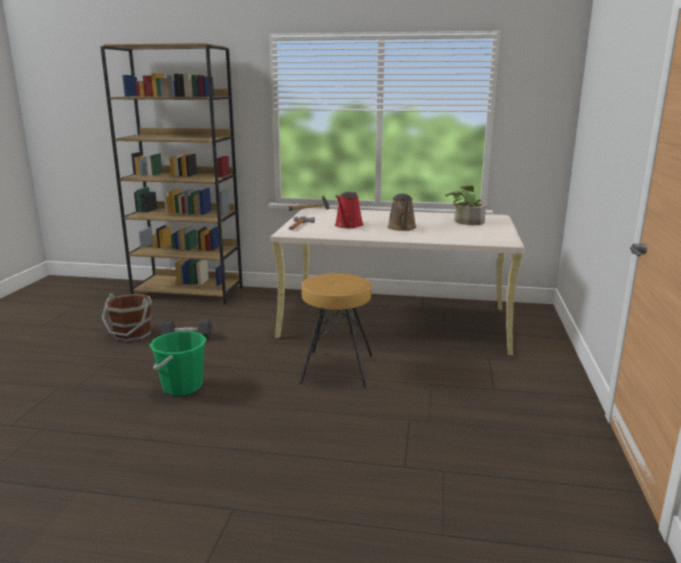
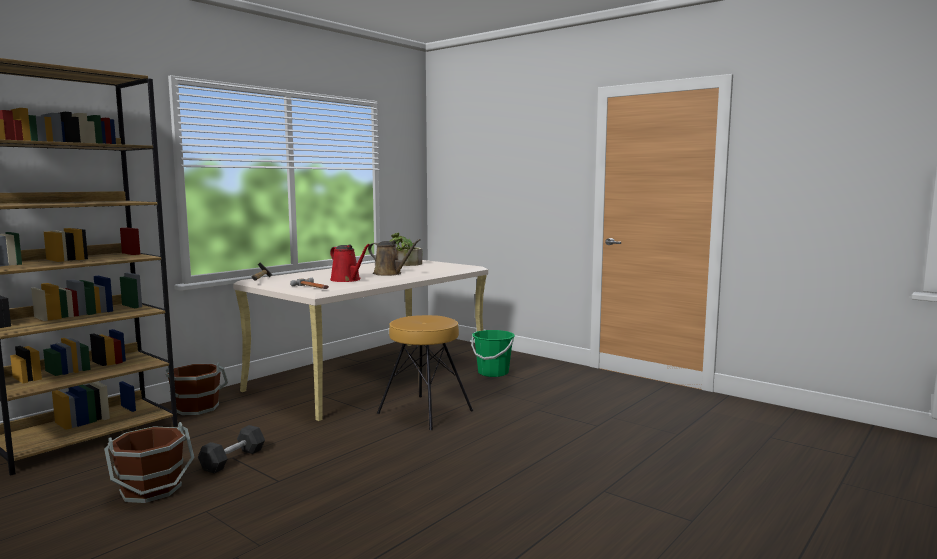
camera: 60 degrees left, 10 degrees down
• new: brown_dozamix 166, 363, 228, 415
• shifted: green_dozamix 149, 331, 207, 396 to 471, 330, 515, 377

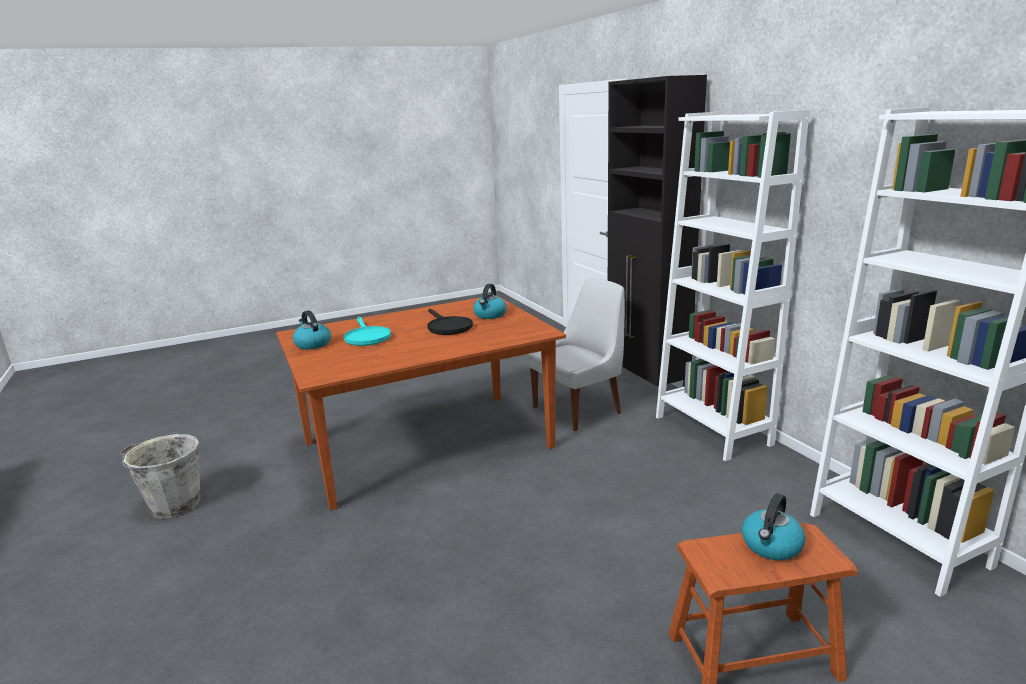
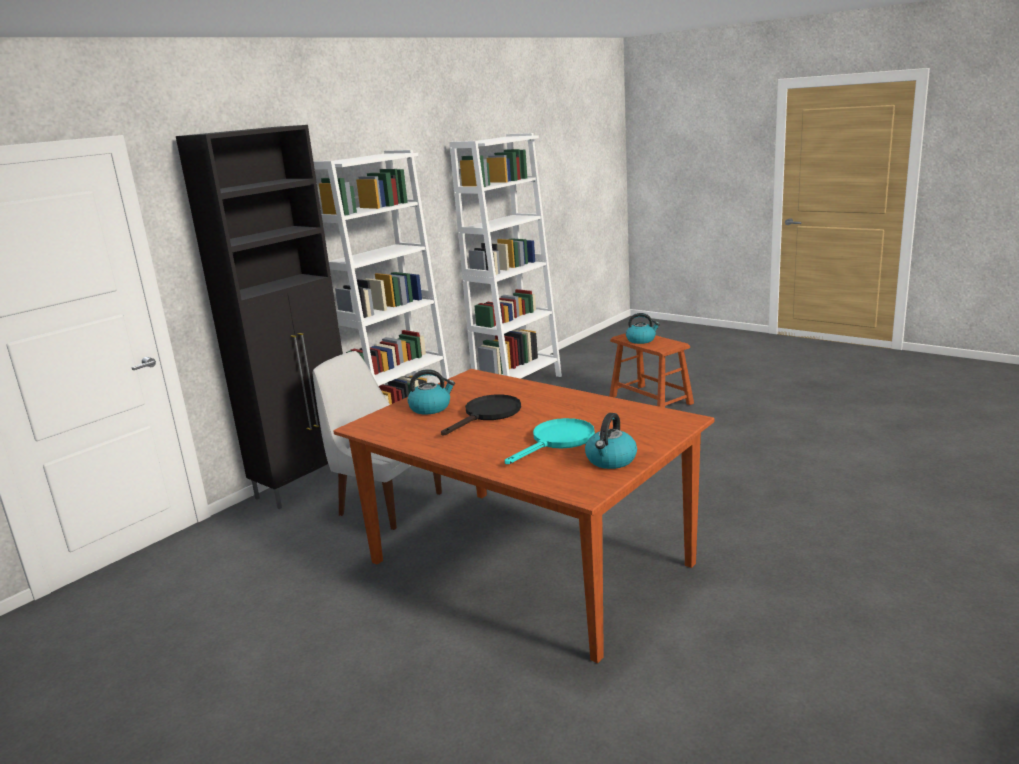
camera: 115 degrees left, 0 degrees up
• gone: grey_dozamix 119, 432, 201, 519

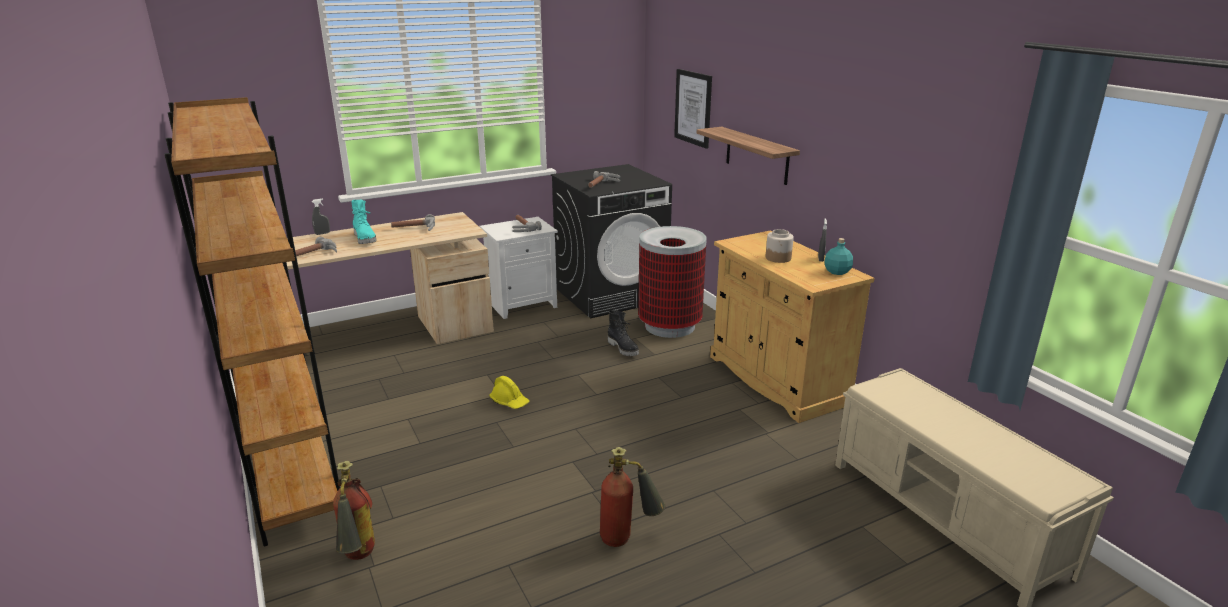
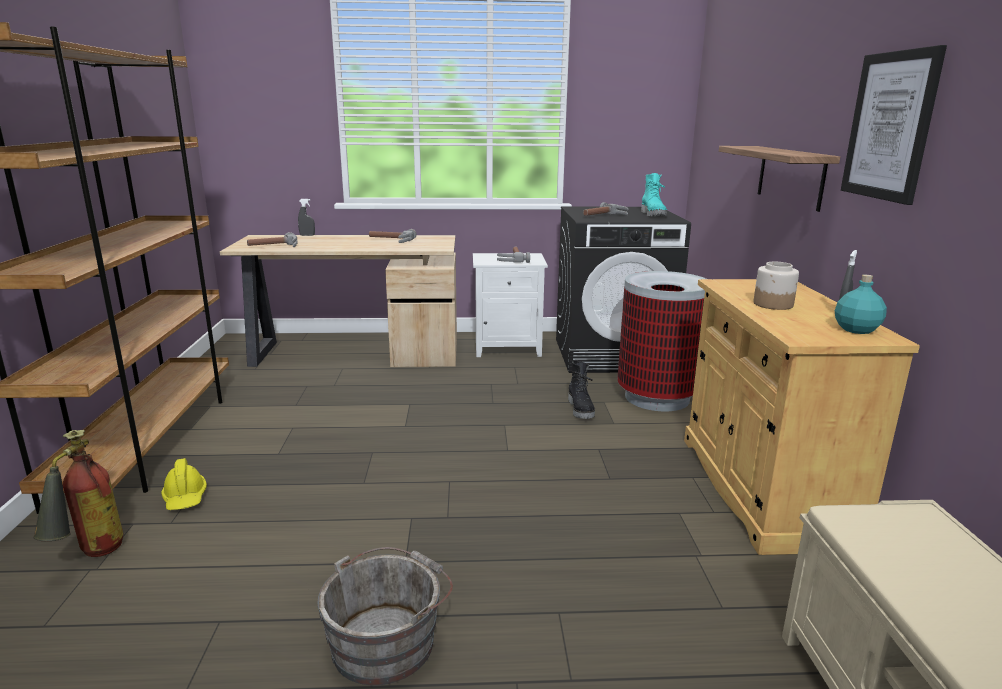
camera: 25 degrees right, 5 degrees down
• shifted: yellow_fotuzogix 489, 376, 530, 409 to 161, 458, 207, 510
• swapped: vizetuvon 600, 447, 665, 547 to grey_dozamix 317, 547, 453, 685
• shifted: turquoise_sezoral 351, 200, 377, 244 to 641, 173, 667, 216
• shifted: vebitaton 674, 69, 712, 149 to 841, 45, 947, 205

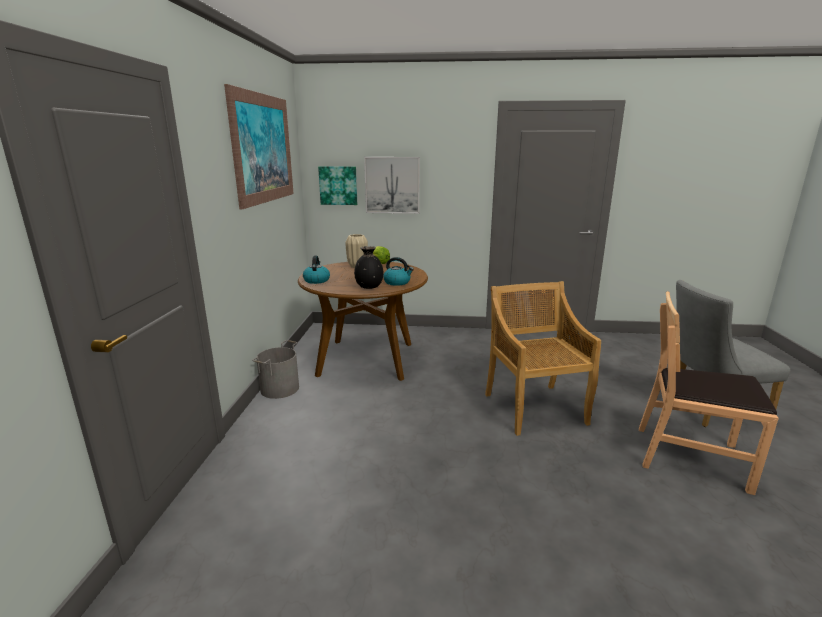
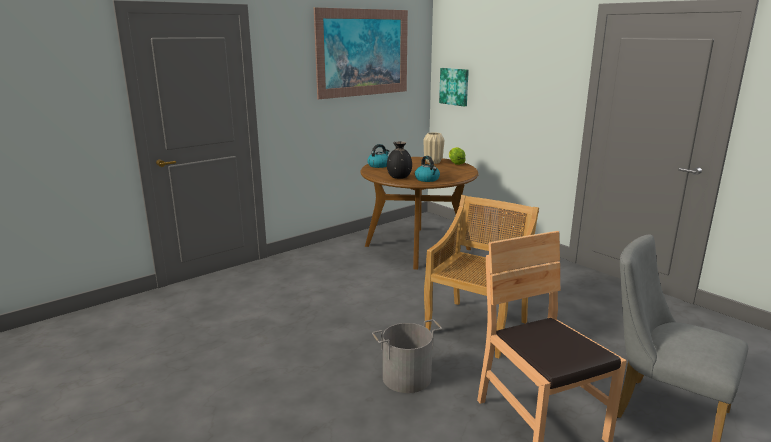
camera: 45 degrees right, 0 degrees up
• shifted: grey_dozamix 252, 340, 299, 399 to 372, 319, 442, 393
• gone: vebitaton 364, 157, 420, 214

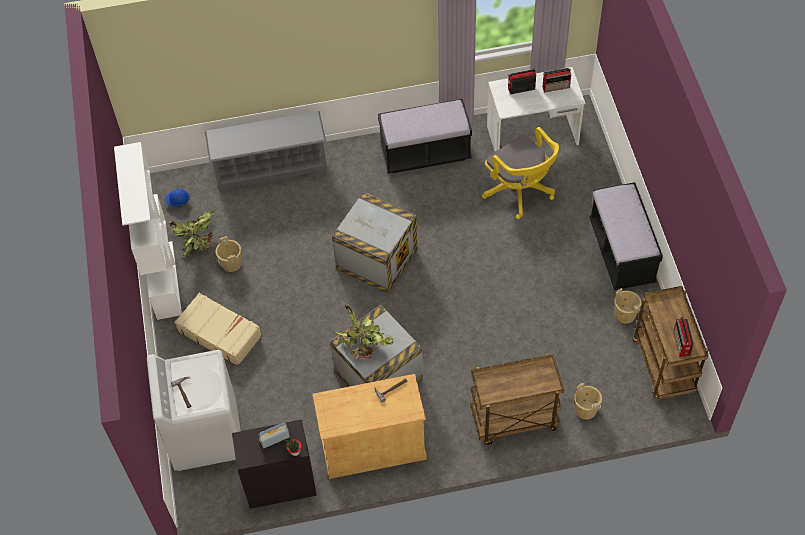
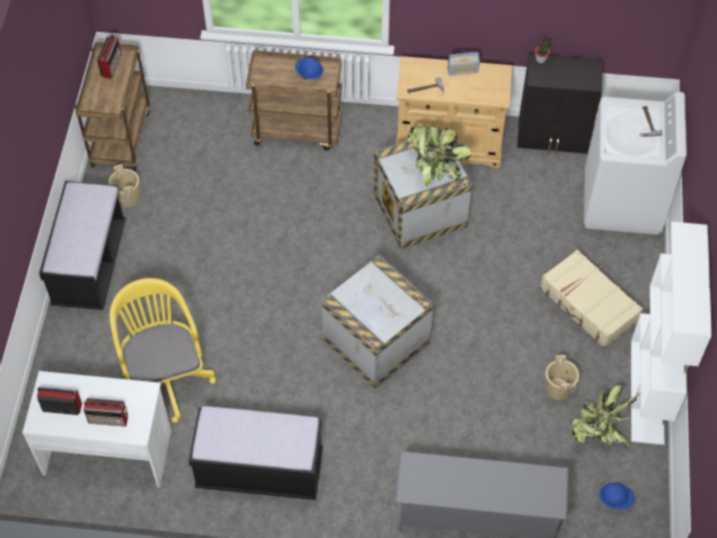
camera: 165 degrees left, 0 degrees up
• new: blue_fotuzogix 295, 58, 323, 79
• shifted: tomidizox 258, 422, 290, 448 to 448, 52, 480, 75
• gone: beige_dozamix 574, 383, 602, 419

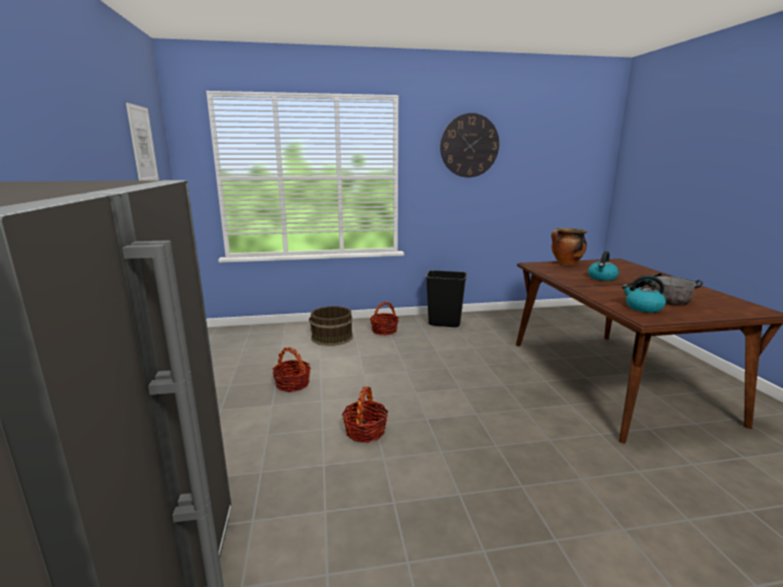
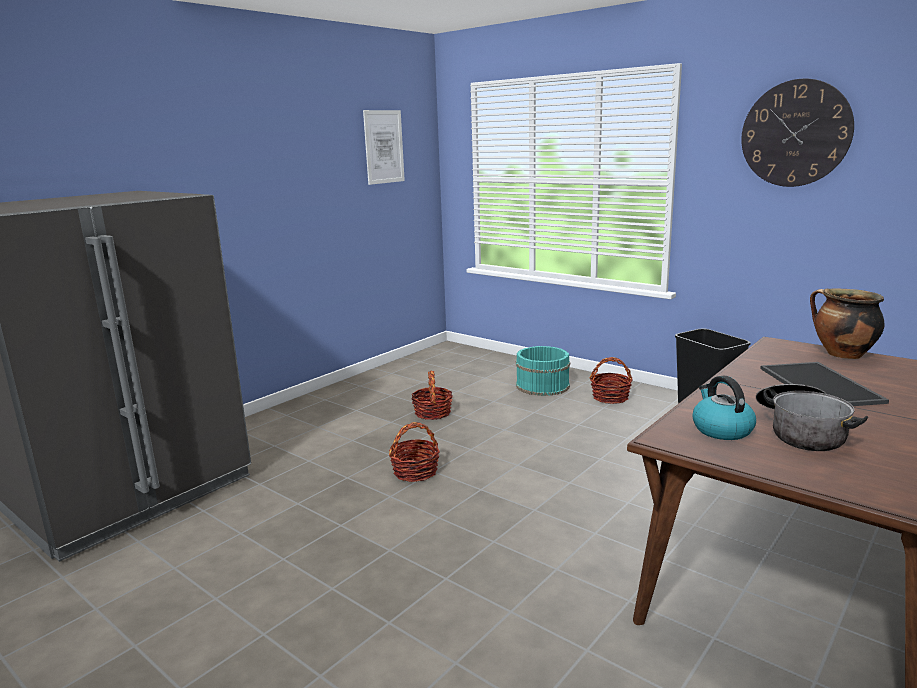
camera: 50 degrees right, 0 degrees up
• repainted: brown_dozamix 309, 306, 353, 346 to turquoise_dozamix 516, 346, 570, 396
• swapped: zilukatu 588, 251, 619, 281 to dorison 760, 362, 889, 406

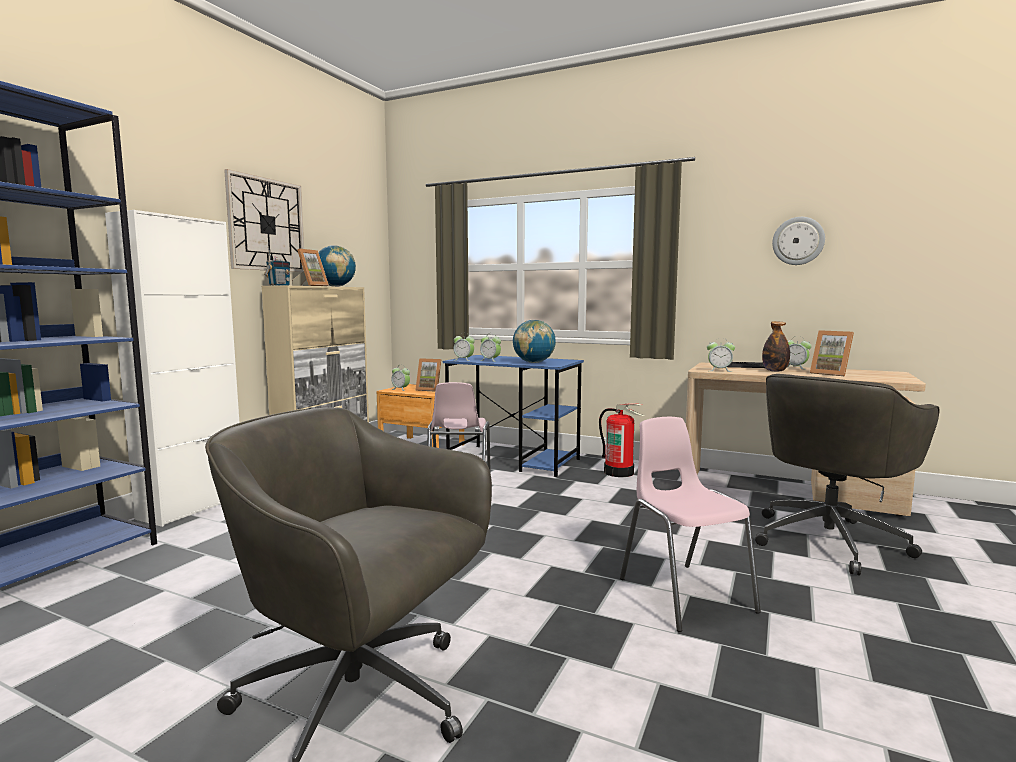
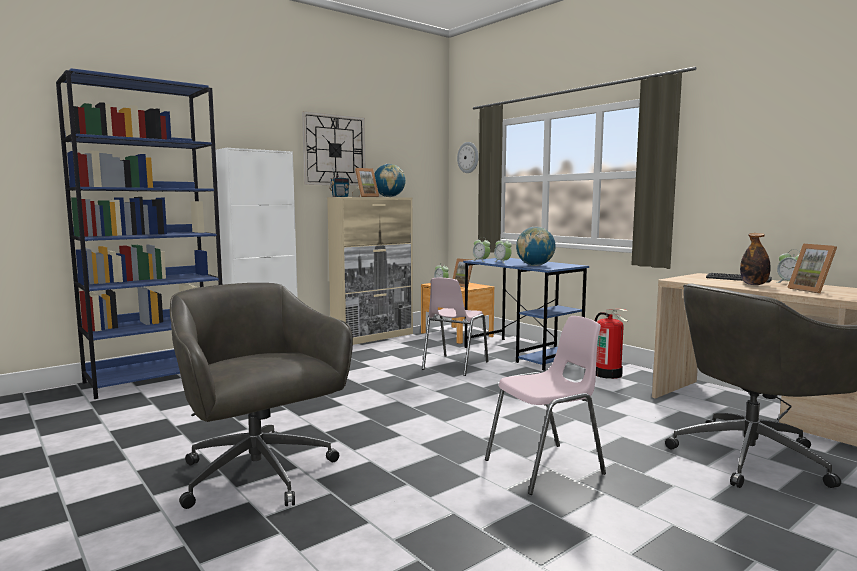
camera: 25 degrees right, 0 degrees up
• shifted: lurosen 772, 217, 825, 265 to 457, 142, 479, 173
• rotated: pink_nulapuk 620, 417, 761, 632 = 485, 316, 606, 495 60 degrees clockwise
• gone: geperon 707, 338, 735, 372

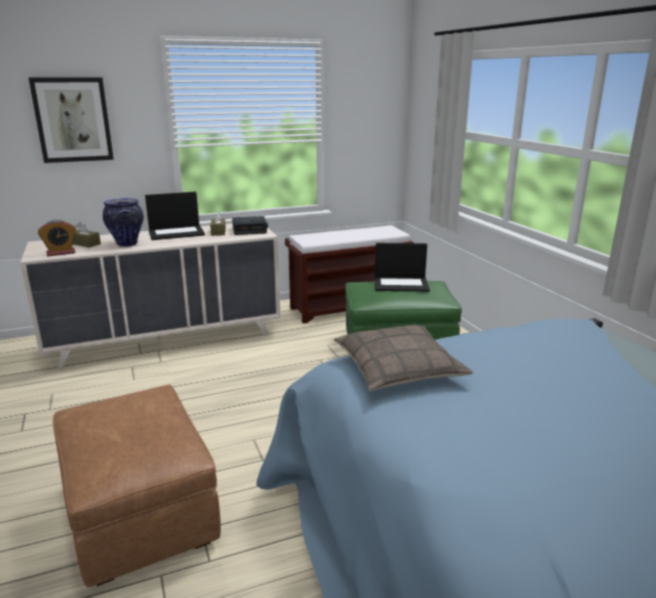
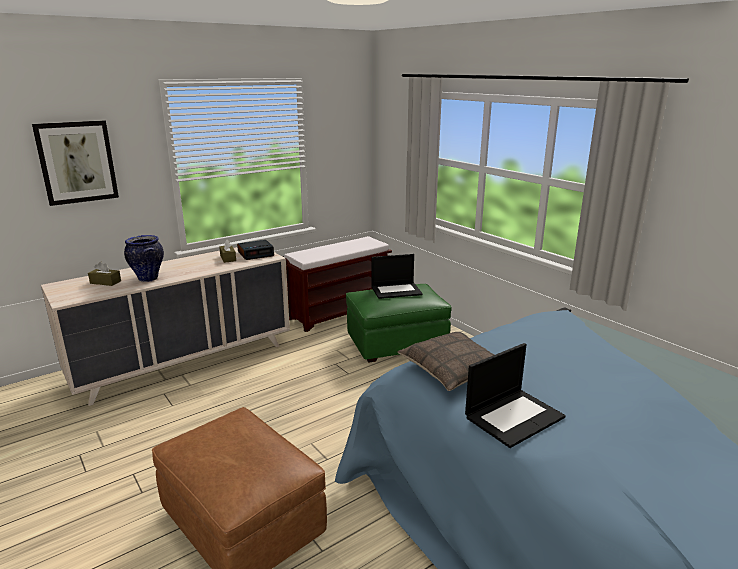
camera: 15 degrees left, 0 degrees up
• shifted: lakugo 145, 192, 205, 240 to 465, 343, 566, 448
• gone: geperon 38, 220, 76, 257

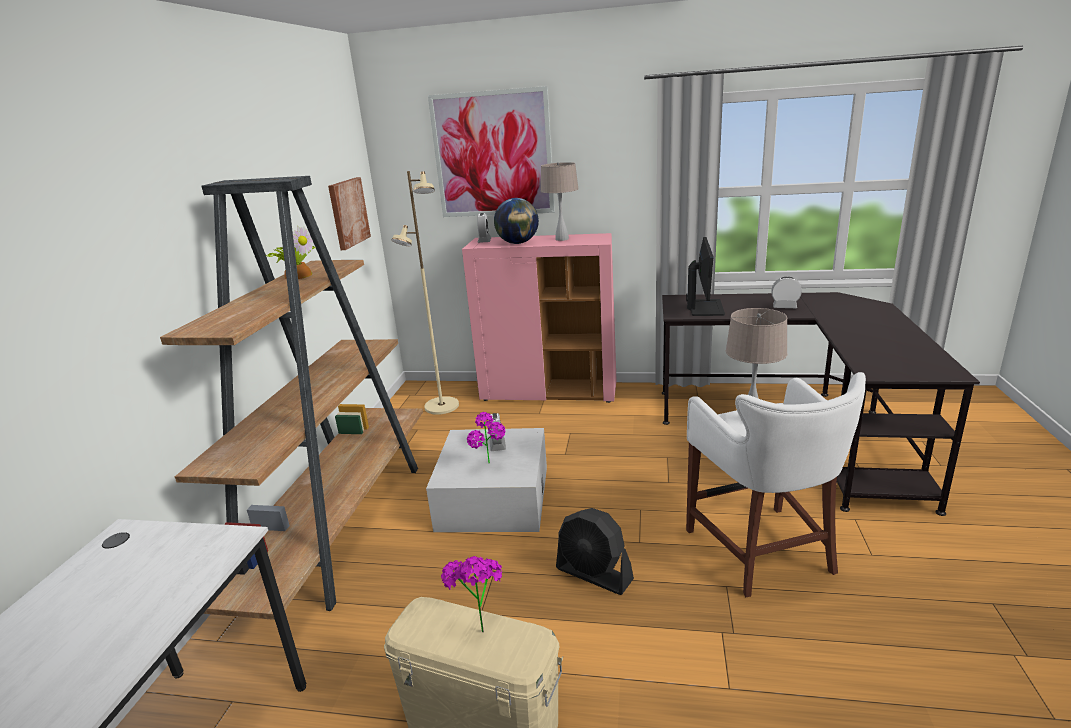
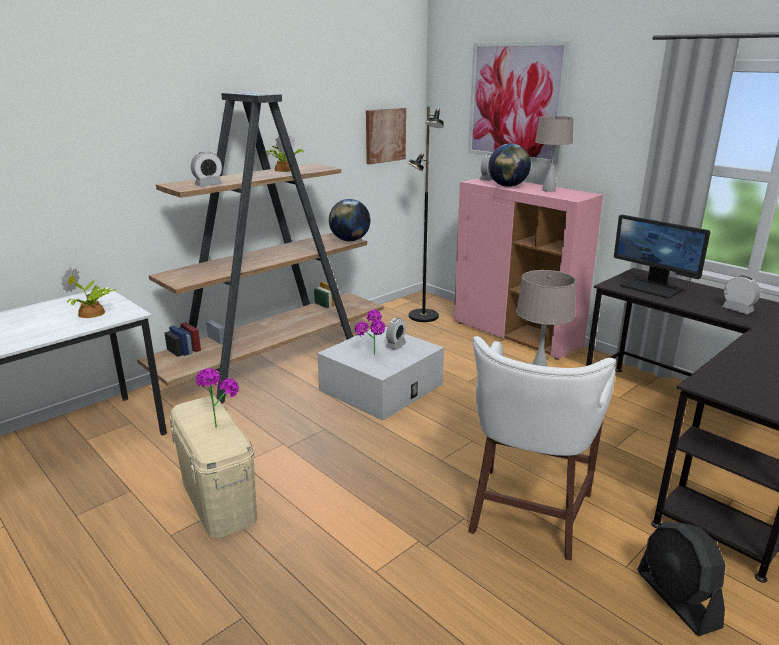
camera: 35 degrees right, 0 degrees up
• new: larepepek 61, 267, 116, 318
• new: geperon 191, 151, 222, 186
• new: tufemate 329, 199, 370, 241
• repainted: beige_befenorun 391, 171, 459, 415 to black_befenorun 408, 107, 444, 322
• rotated: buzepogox 686, 237, 725, 316 = 614, 215, 710, 299 90 degrees clockwise
• shifted: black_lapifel 556, 508, 634, 595 to 637, 522, 725, 636

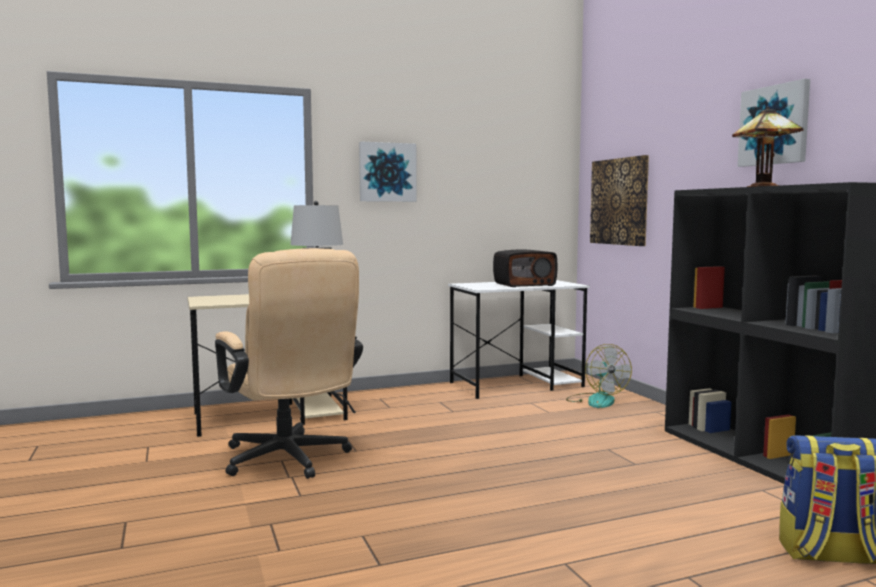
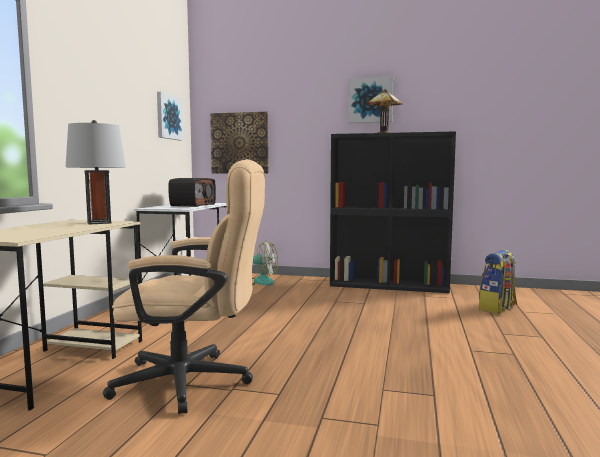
camera: 55 degrees left, 0 degrees up
• shifted: vebitaton 359, 142, 417, 202 to 157, 92, 184, 141

